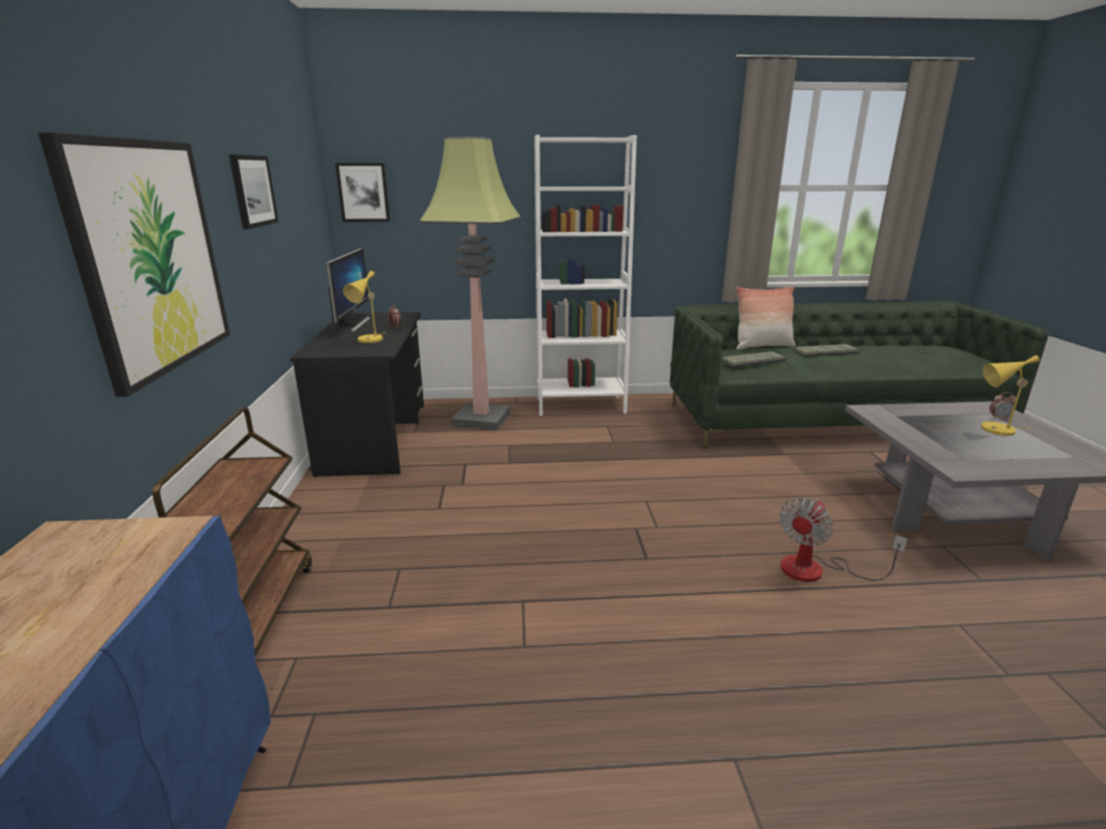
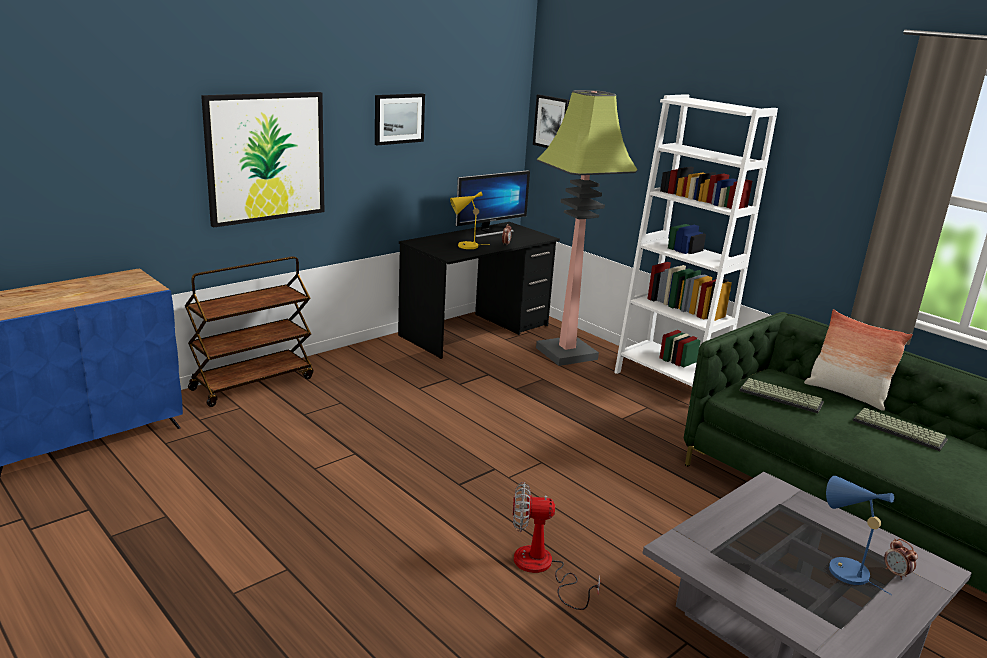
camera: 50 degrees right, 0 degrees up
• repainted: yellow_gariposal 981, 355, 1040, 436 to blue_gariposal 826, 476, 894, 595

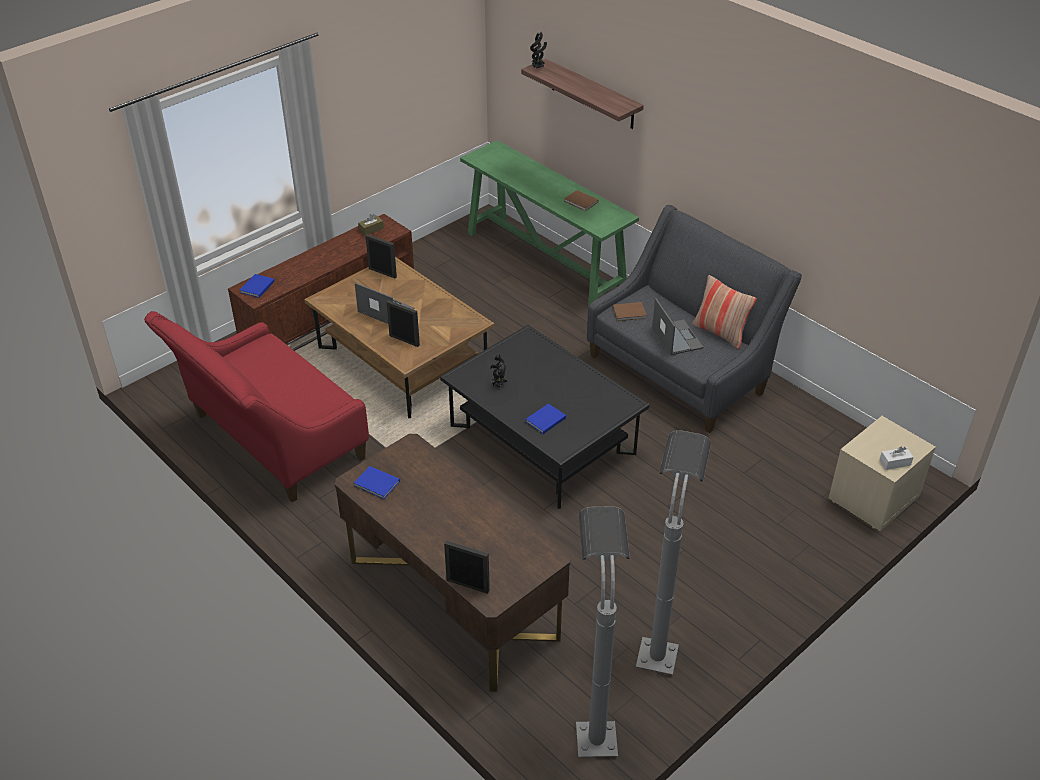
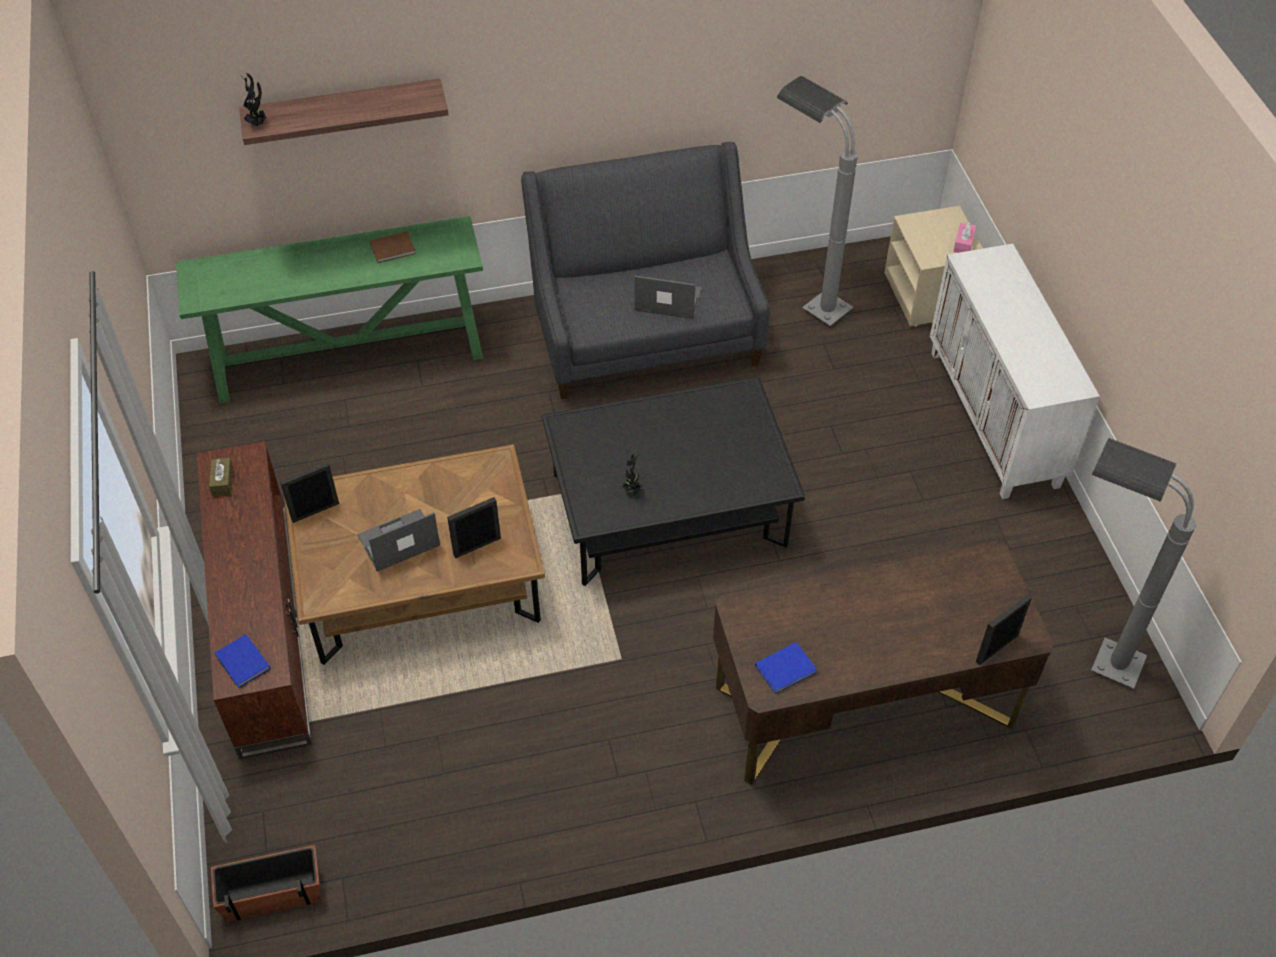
camera: 60 degrees left, 10 degrees up
• new: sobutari 211, 845, 321, 922
• shifted: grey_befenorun 636, 430, 711, 675 to 777, 76, 858, 326
• new: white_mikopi 930, 244, 1100, 499
• repainted: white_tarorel 879, 447, 913, 470 to pink_tarorel 953, 222, 976, 253
• gone: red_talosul 144, 311, 369, 502
• gone: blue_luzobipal 526, 404, 566, 434
• gone: brown_luzobipal 613, 302, 647, 321
• gone: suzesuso 692, 275, 757, 349

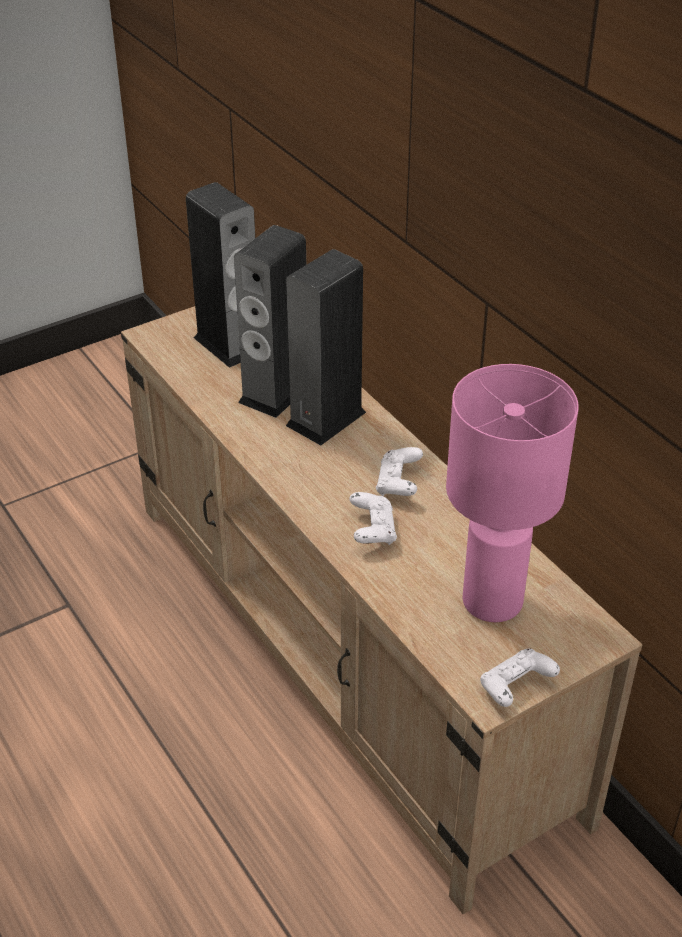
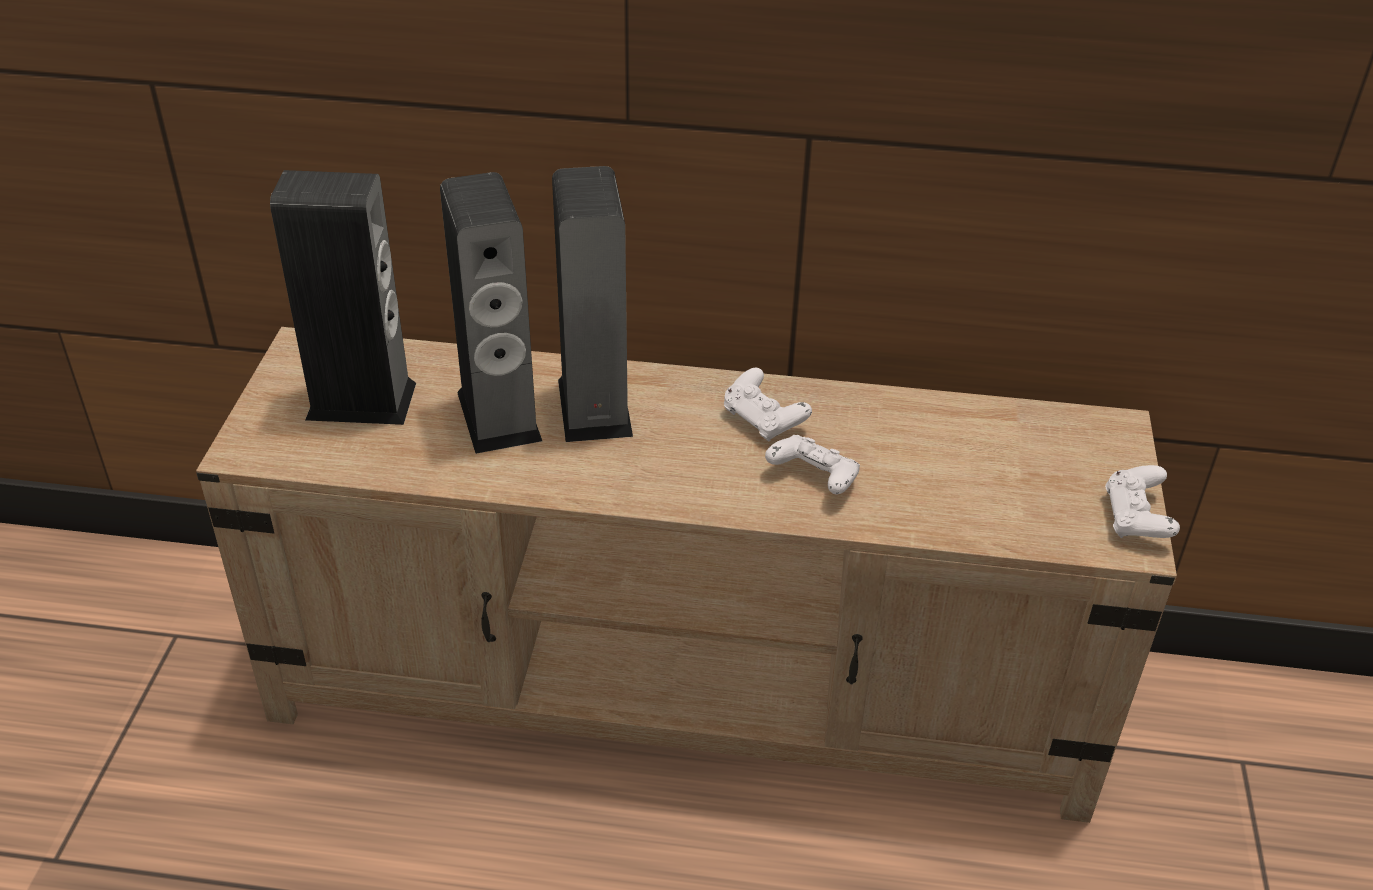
camera: 50 degrees left, 0 degrees up
• gone: pink_gariposal 446, 364, 579, 622

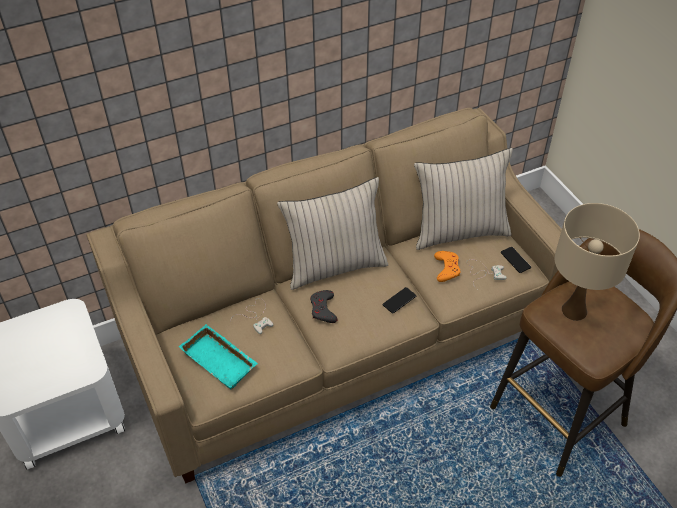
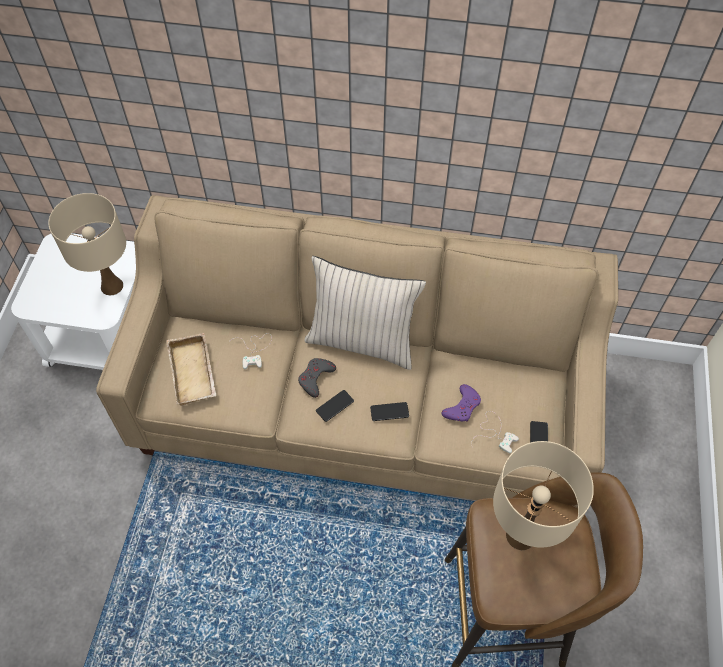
camera: 35 degrees right, 10 degrees up
• new: beige_gariposal 48, 193, 126, 295
• repainted: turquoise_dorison 179, 324, 258, 390 to beige_dorison 166, 333, 217, 406
• new: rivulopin 316, 390, 354, 422
• repainted: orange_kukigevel 434, 251, 461, 282 to purple_kukigevel 442, 384, 481, 422
• gone: beige_suzesuso 414, 148, 513, 250

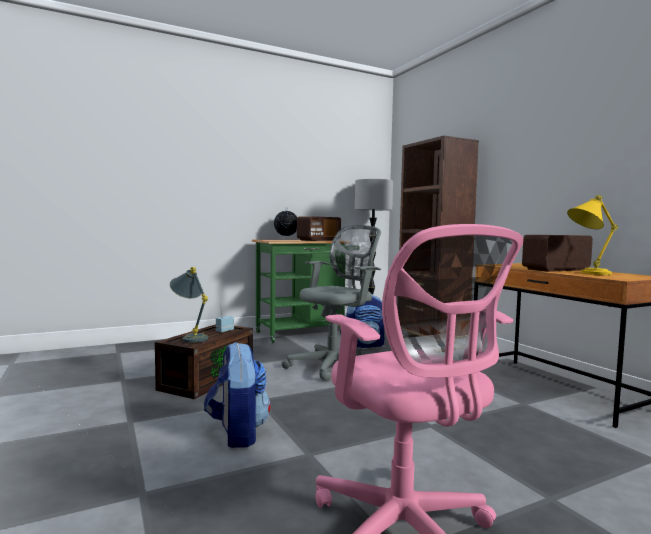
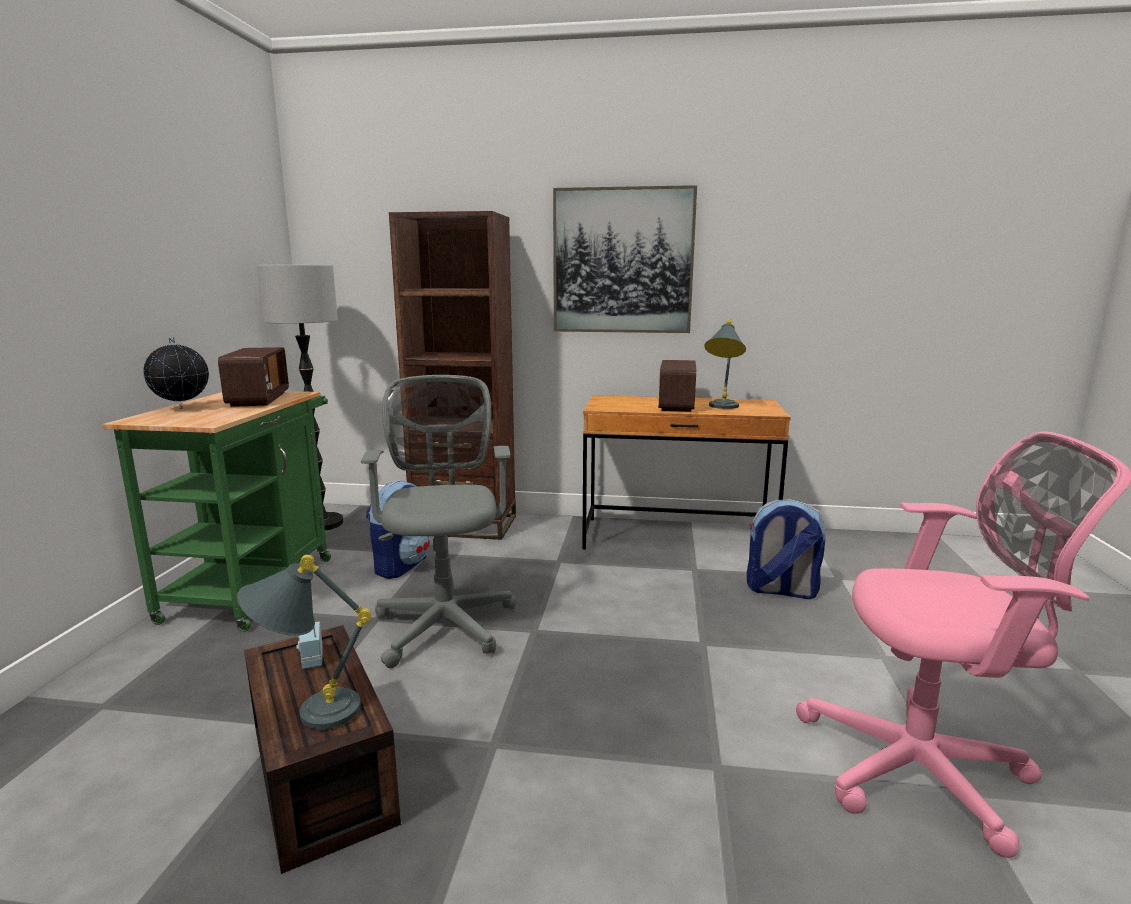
camera: 55 degrees left, 10 degrees up
• new: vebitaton 553, 185, 697, 333
• repainted: yellow_gariposal 567, 195, 618, 275 to grey_gariposal 704, 319, 746, 409
• shifted: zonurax 204, 342, 271, 448 to 747, 499, 826, 599

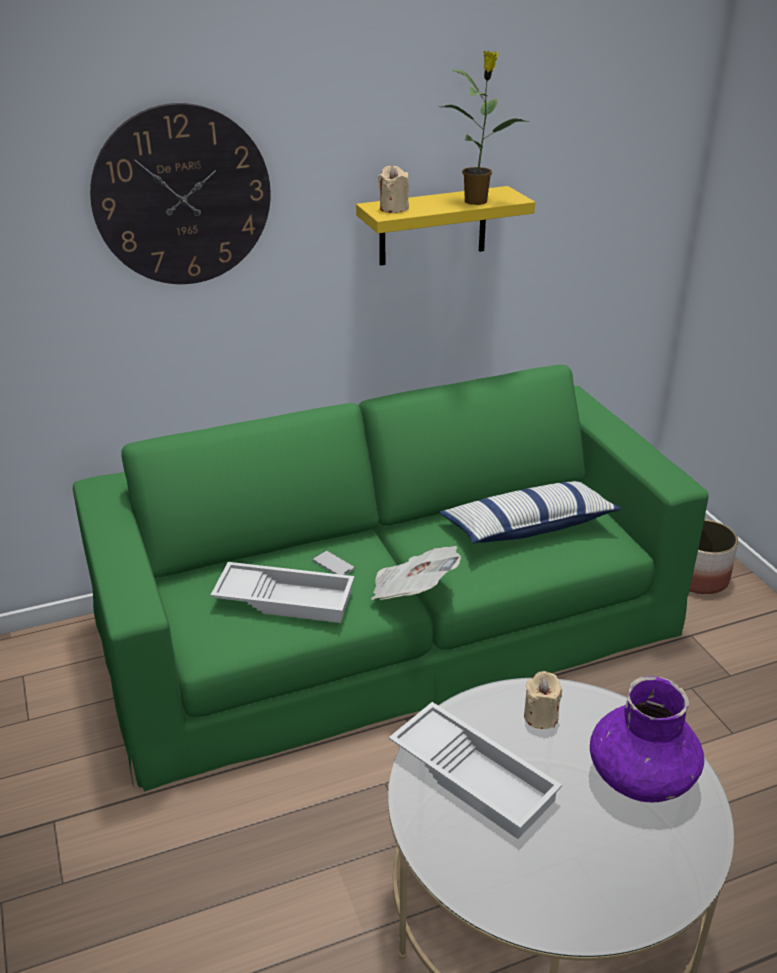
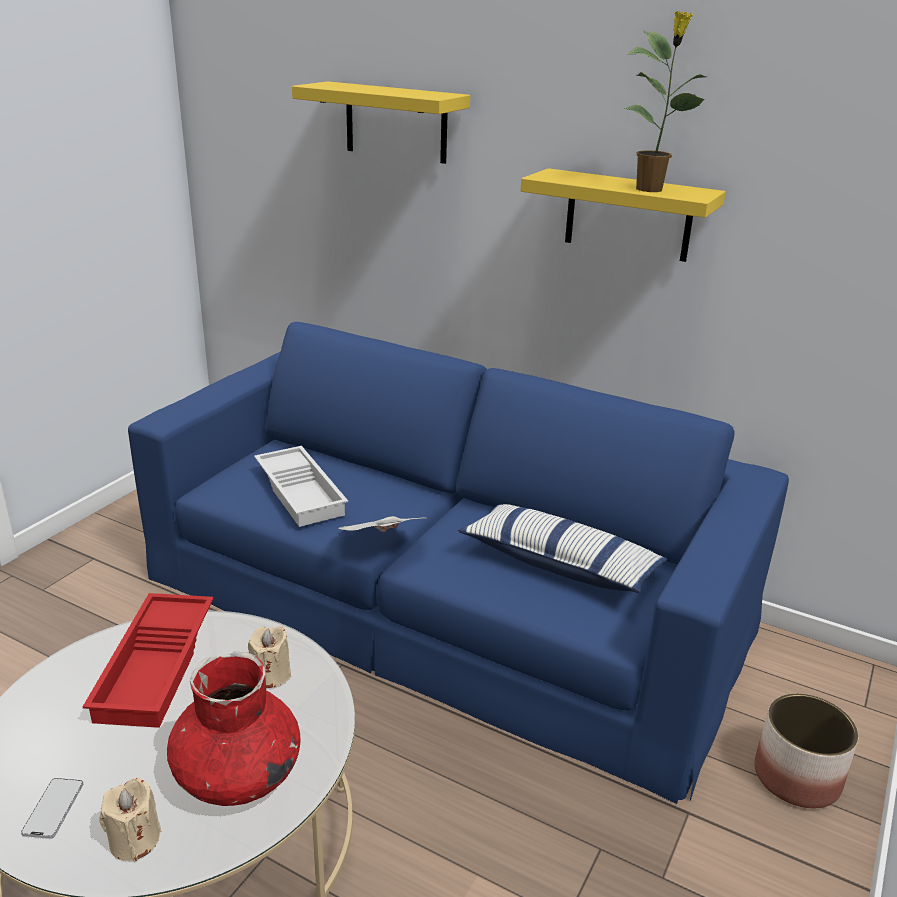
camera: 50 degrees right, 5 degrees down
• shifted: rivulopin 313, 551, 355, 575 to 21, 778, 83, 839
• repainted: white_dorison 389, 702, 562, 839 to red_dorison 83, 593, 214, 728
• shifted: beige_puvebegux 378, 166, 409, 213 to 99, 778, 161, 862
• repainted: green_talosul 73, 365, 709, 792 to blue_talosul 128, 322, 789, 804
• repainted: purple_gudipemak 590, 676, 704, 802 to red_gudipemak 167, 651, 301, 806
• swapped: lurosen 90, 103, 271, 284 to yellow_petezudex 292, 81, 470, 164

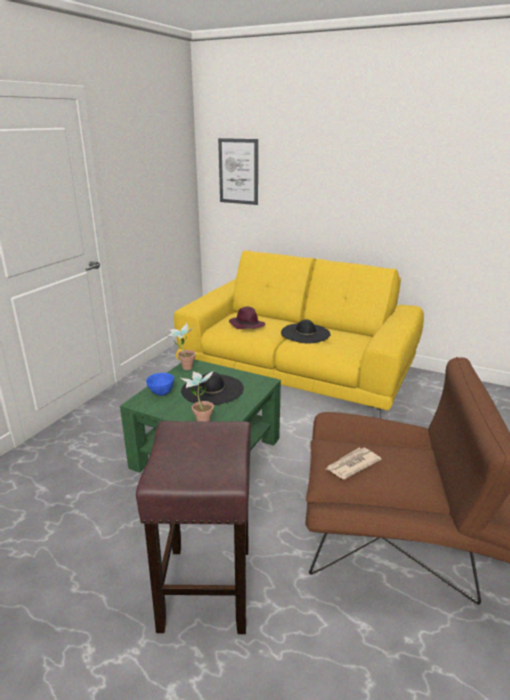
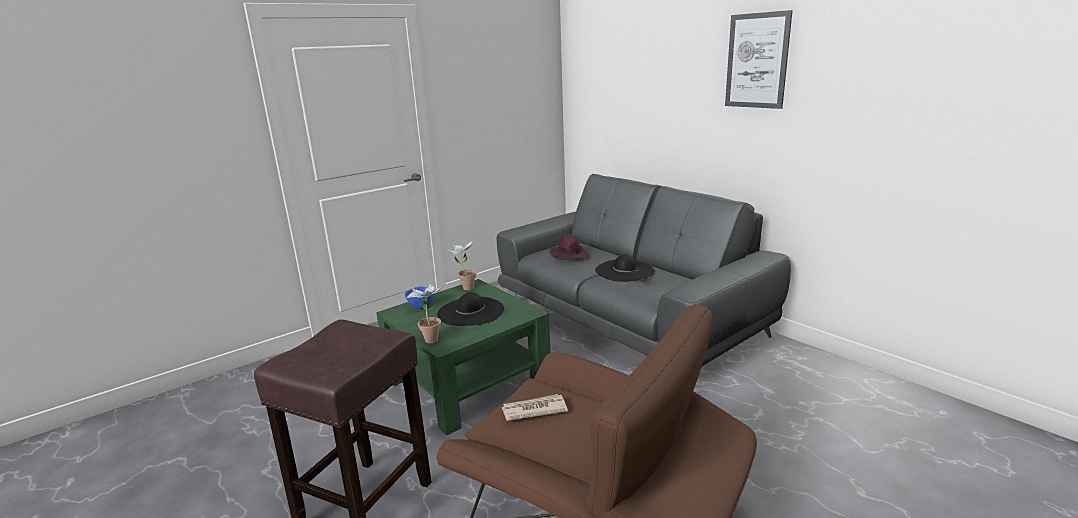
camera: 25 degrees right, 5 degrees down
• repainted: yellow_talosul 174, 250, 424, 418 to grey_talosul 497, 174, 791, 366
• shifted: vebitaton 218, 138, 258, 205 to 725, 10, 793, 109

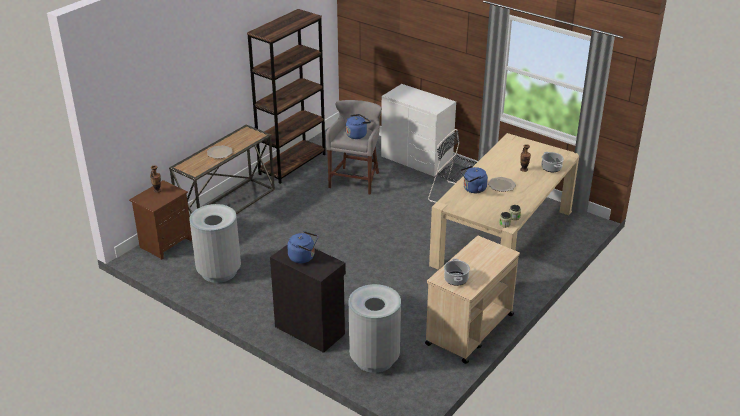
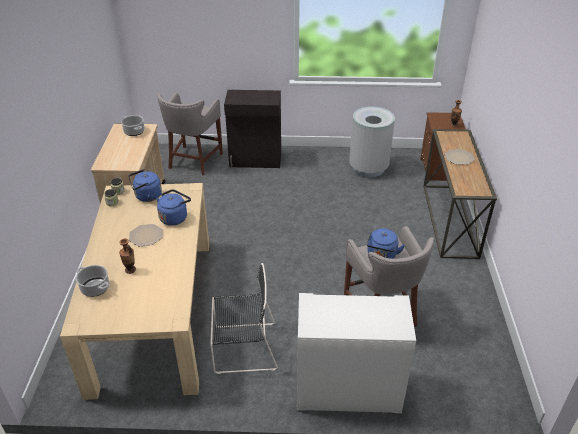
camera: 145 degrees right, 5 degrees up
• shifted: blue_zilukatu 287, 231, 318, 263 to 129, 169, 162, 202
• swapped: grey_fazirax 349, 284, 401, 373 to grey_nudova 157, 93, 223, 175
• gone: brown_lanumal 247, 9, 326, 184

